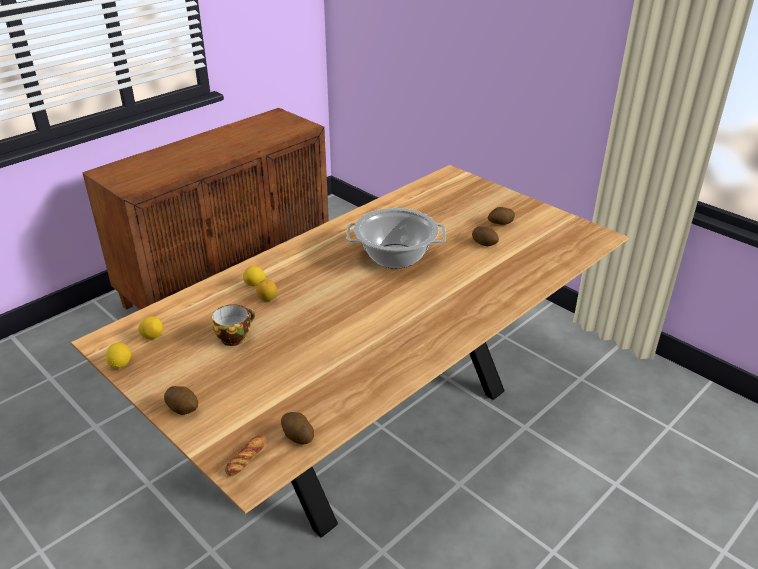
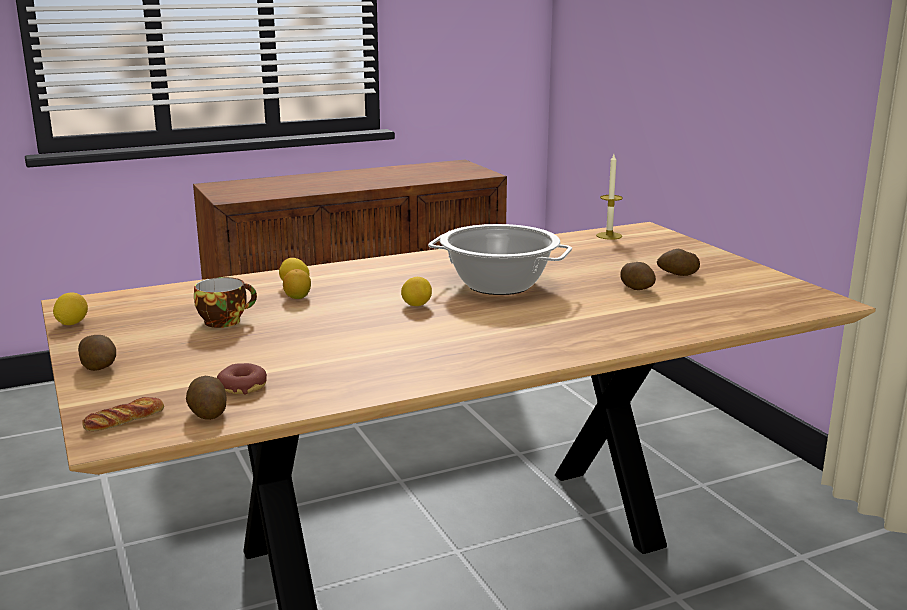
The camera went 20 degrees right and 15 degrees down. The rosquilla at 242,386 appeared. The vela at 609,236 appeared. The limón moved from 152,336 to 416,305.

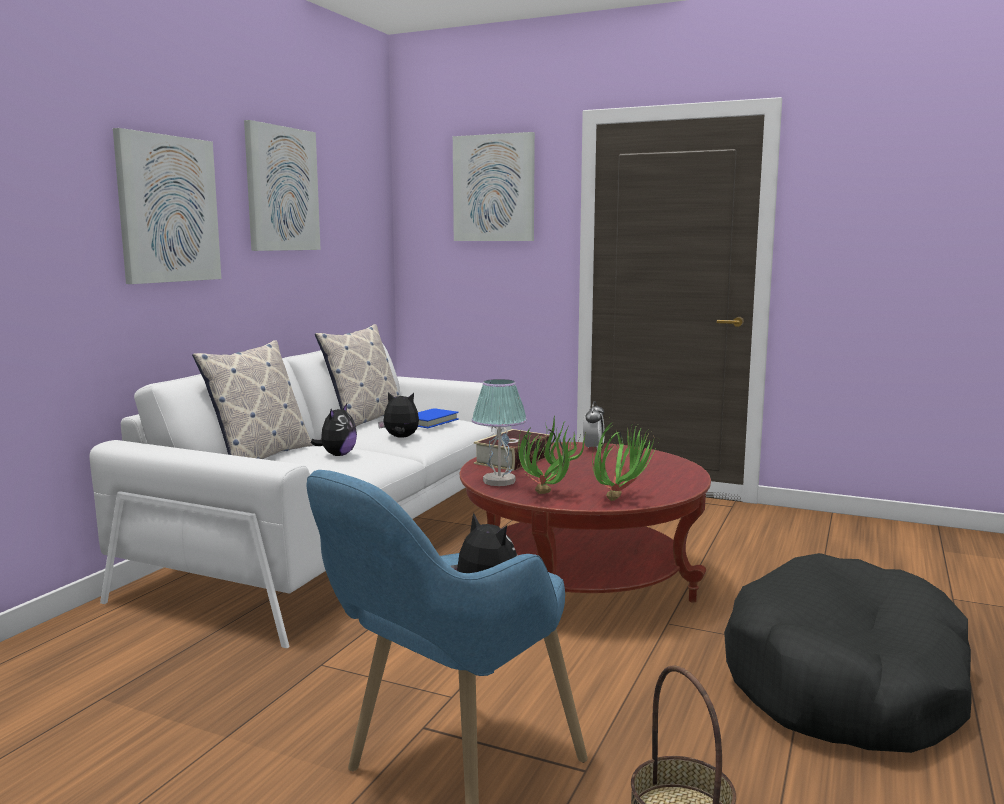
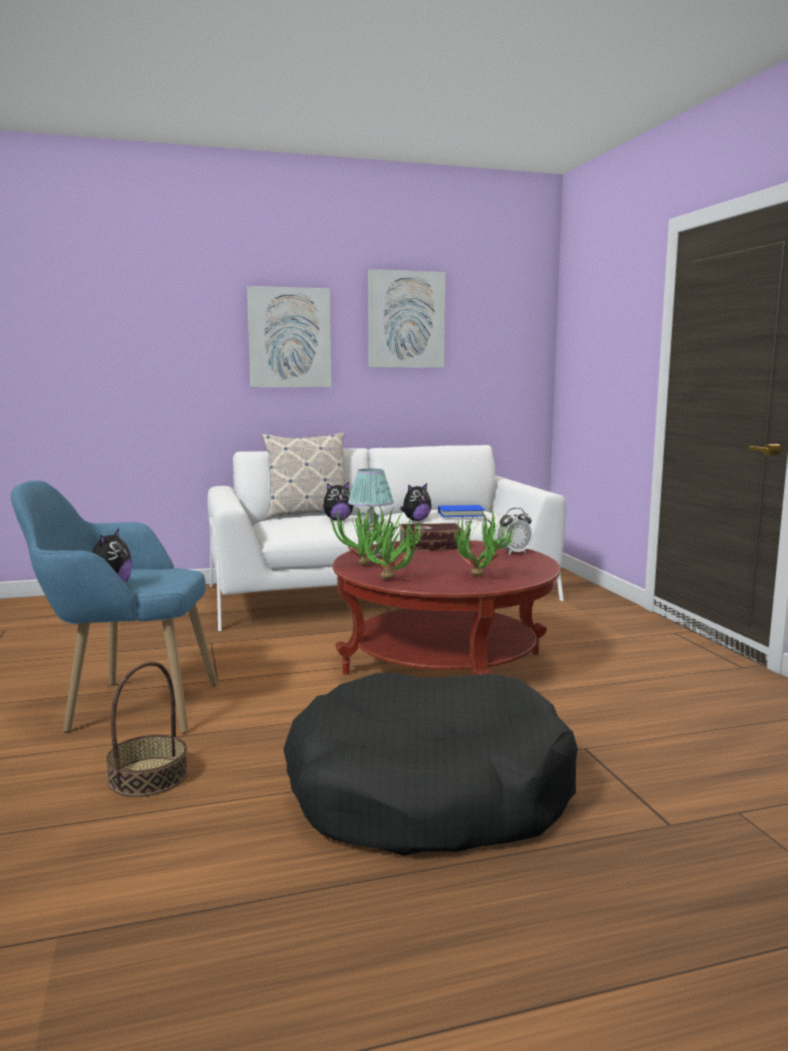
The camera went 50 degrees right and 0 degrees up. The cojín at 364,421 disappeared. The cuadro at 494,188 disappeared. The planta en maceta at 481,578 appeared. The peluche at 400,438 turned 90 degrees clockwise.

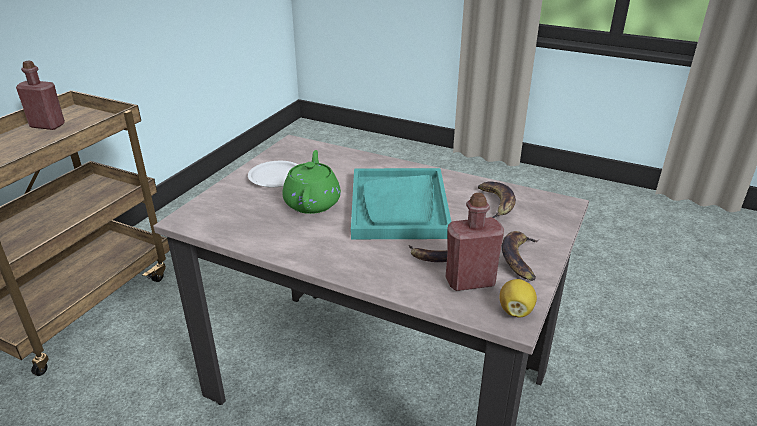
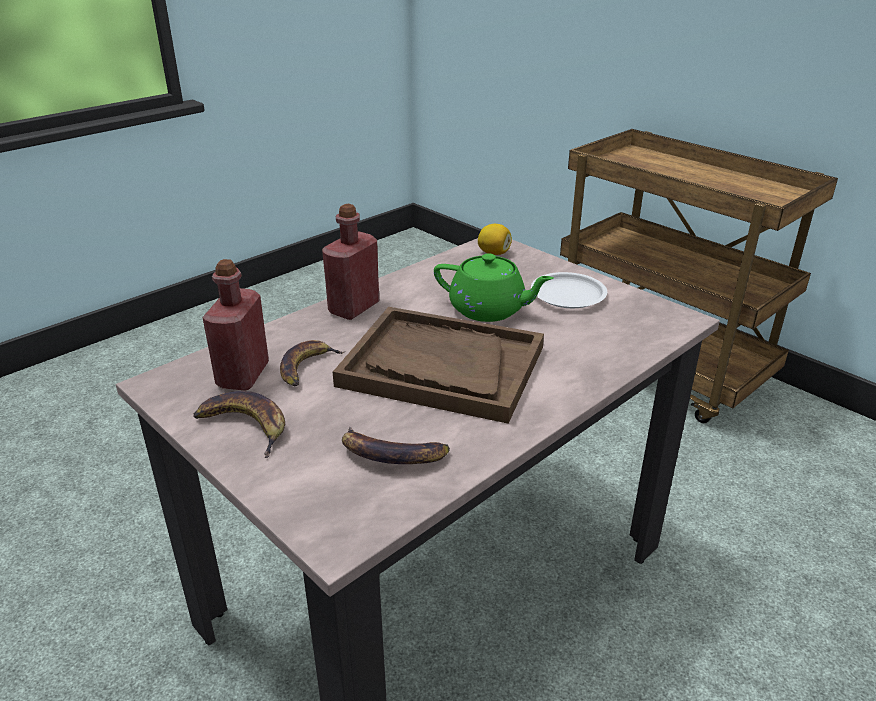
The camera went 110 degrees right and 0 degrees up. The botella/rojo moved from 47,125 to 354,308. The limón moved from 515,311 to 494,253. The bandeja/turquesa at 399,206 became the bandeja/marrón at 441,366.

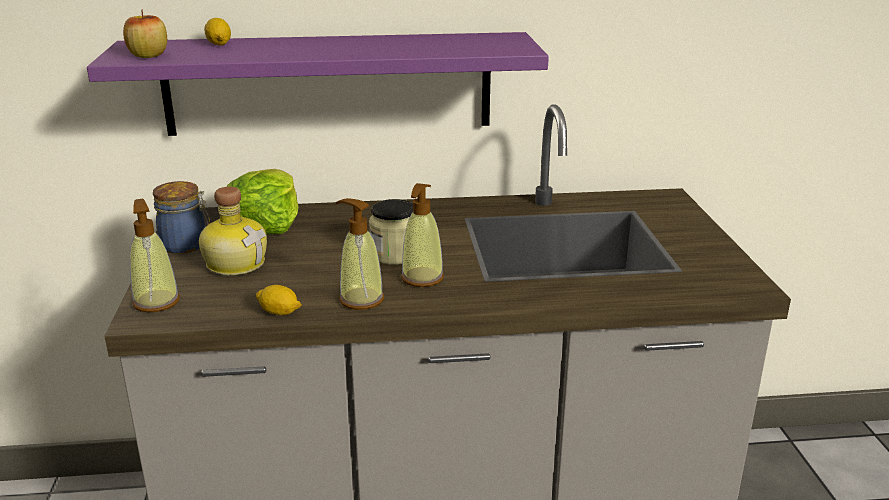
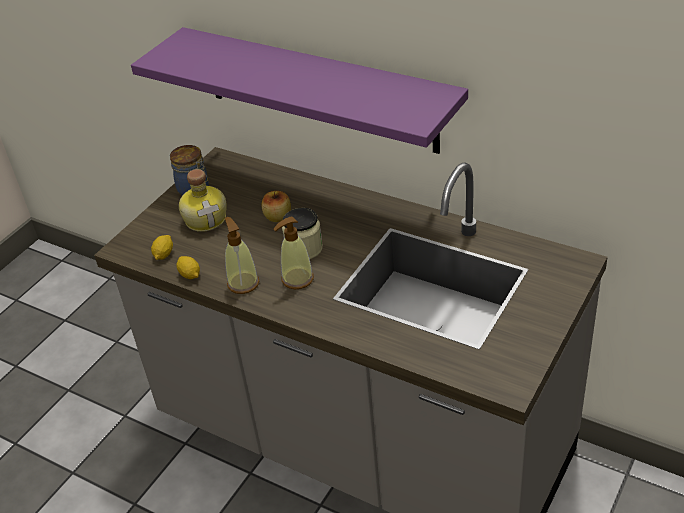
The camera went 40 degrees right and 15 degrees up. The dispensador de jabón at 156,302 disappeared. The lechuga at 266,225 disappeared. The manzana moved from 148,55 to 277,217. The limón moved from 219,44 to 164,254.

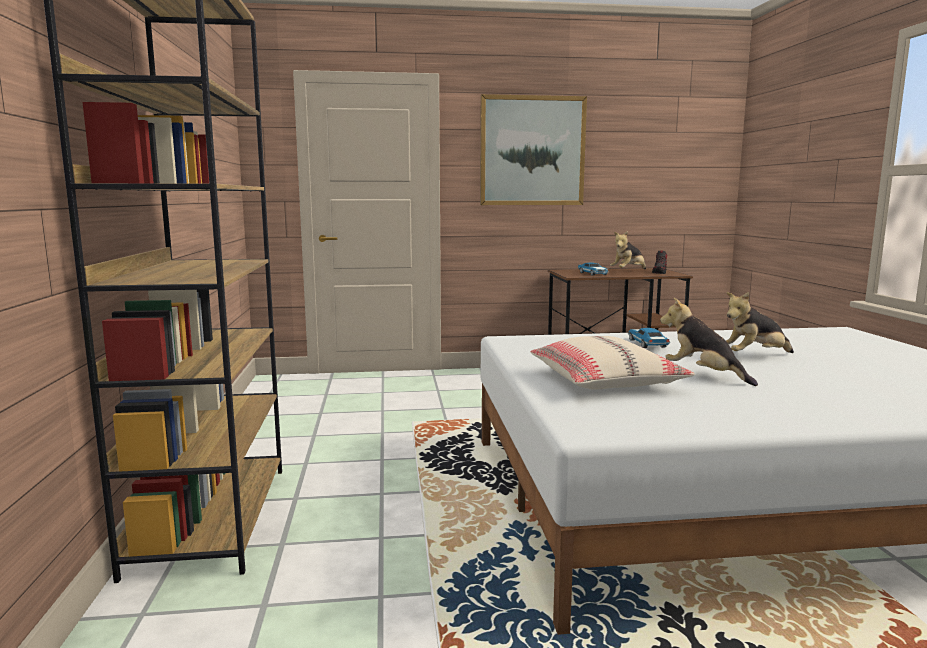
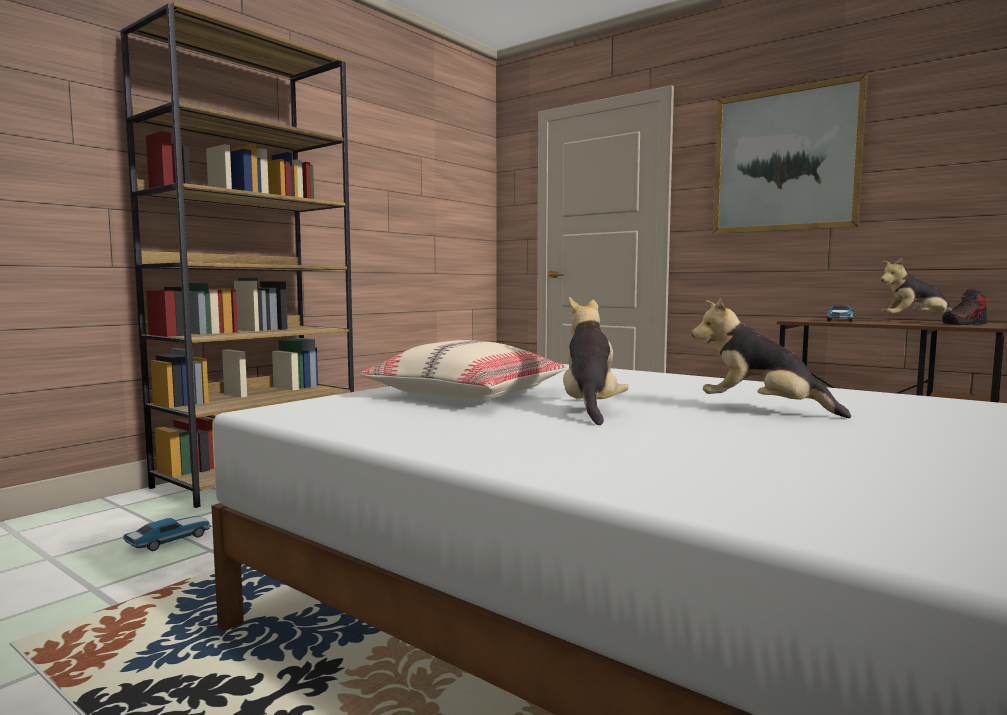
The camera went 45 degrees right and 5 degrees down. The coche de juguete moved from 647,343 to 171,540.

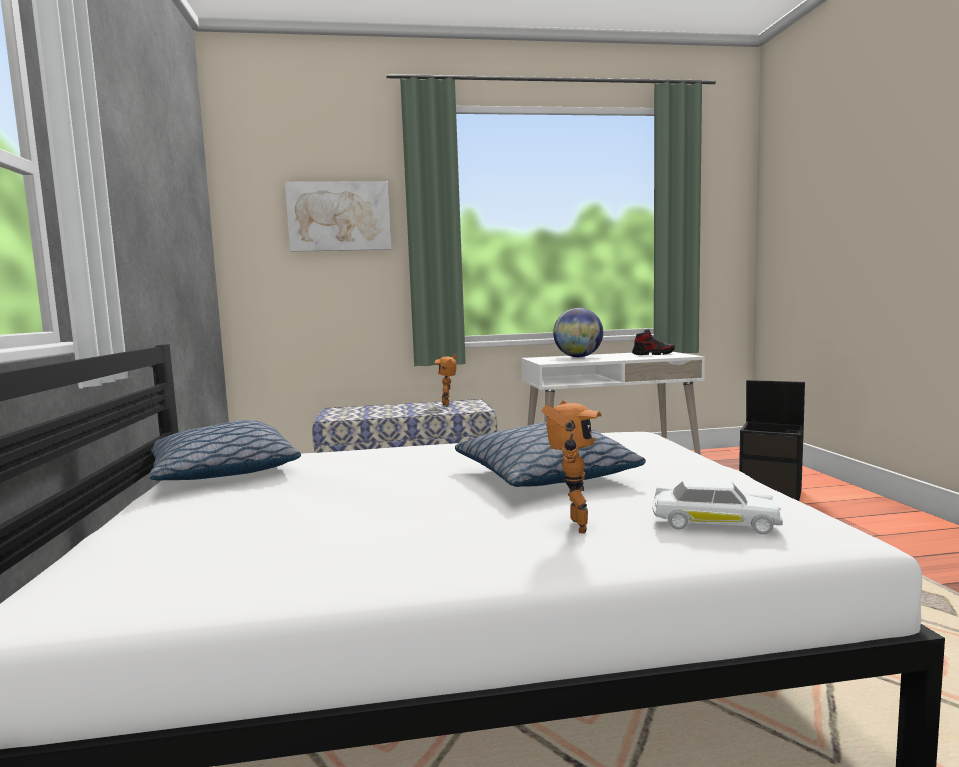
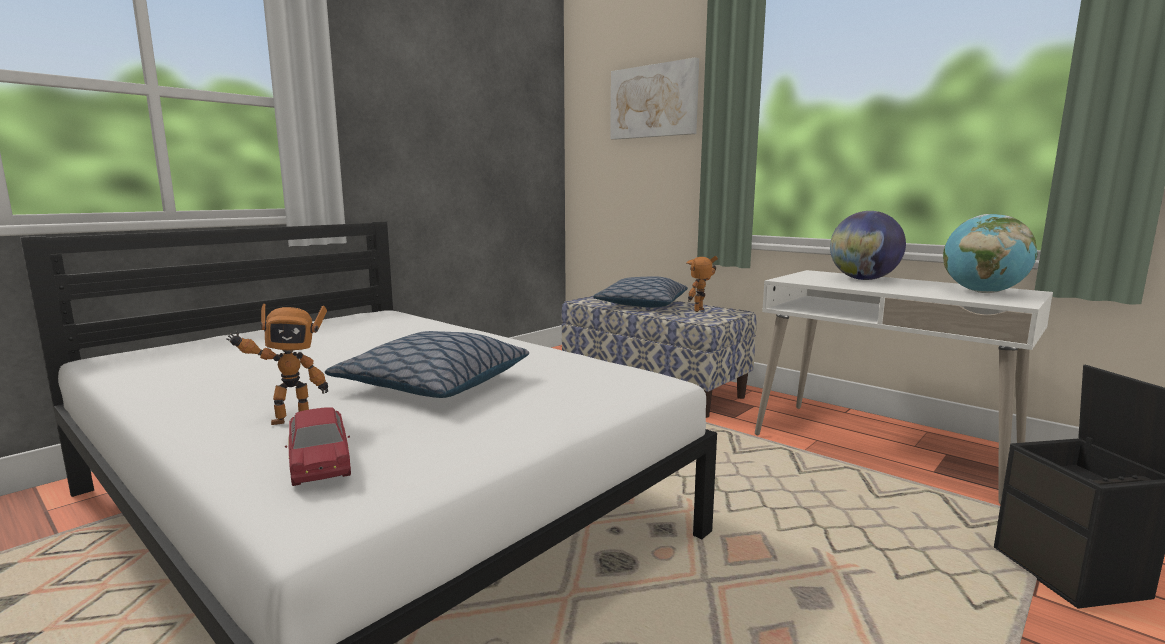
The camera went 50 degrees right and 5 degrees up. The cojín moved from 223,472 to 641,305. The zapato at 653,354 was replaced by the globo terráqueo at 982,292. The coche de juguete/blanco at 714,523 became the coche de juguete/rojo at 320,461.

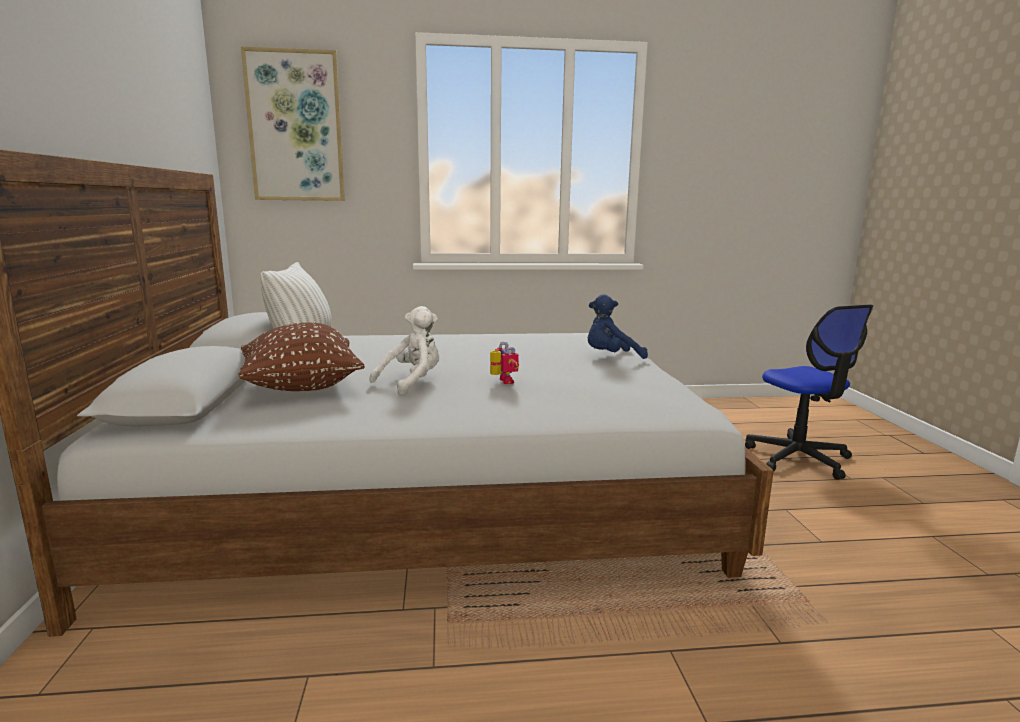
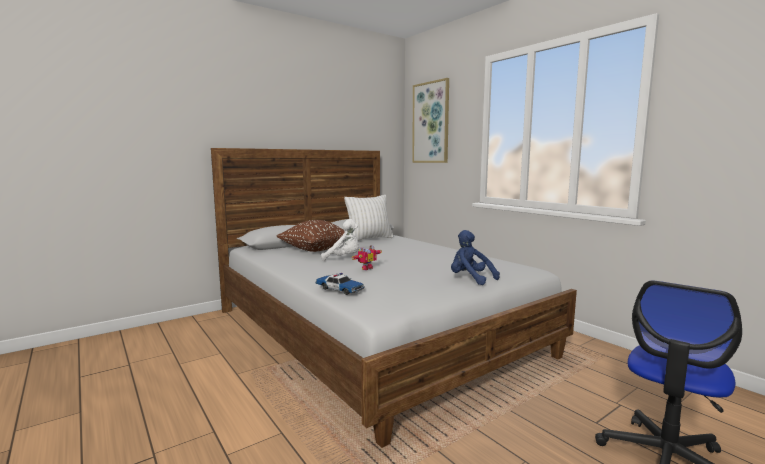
The camera went 60 degrees right and 5 degrees down. The coche de juguete at 339,289 appeared.

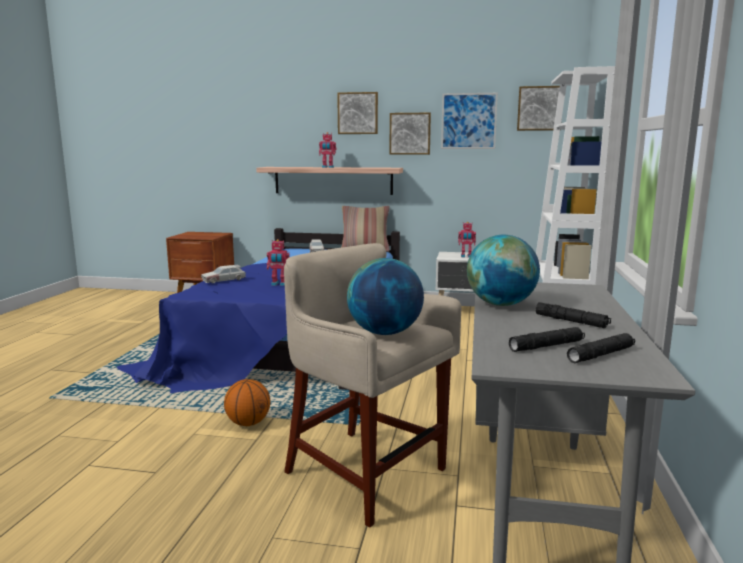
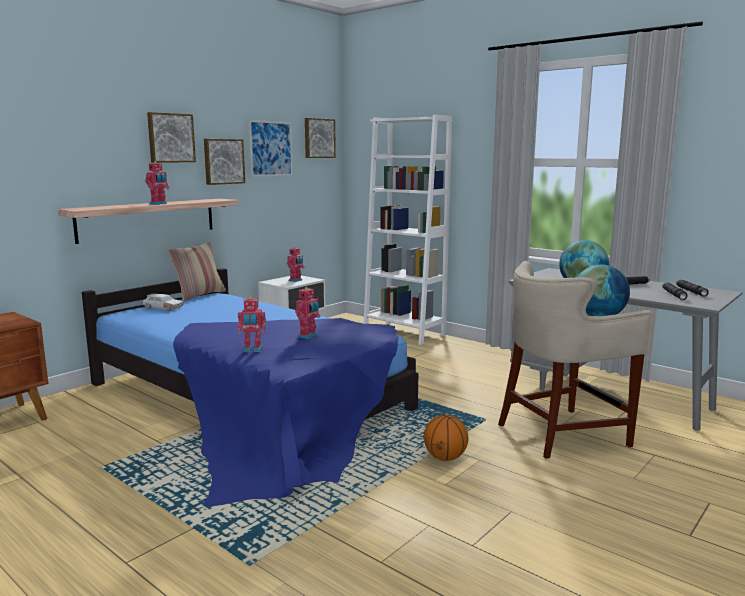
The camera went 60 degrees left and 0 degrees up. The coche de juguete at 224,280 was replaced by the robot de juguete at 252,350.

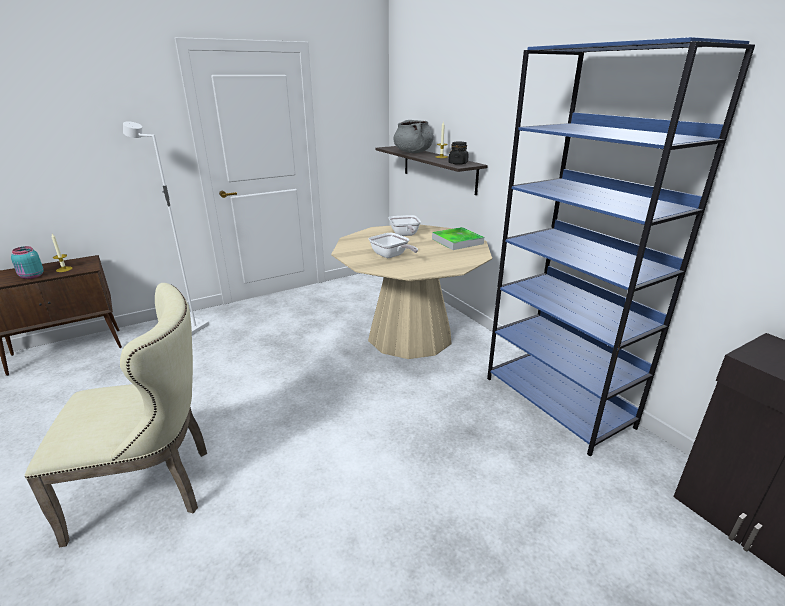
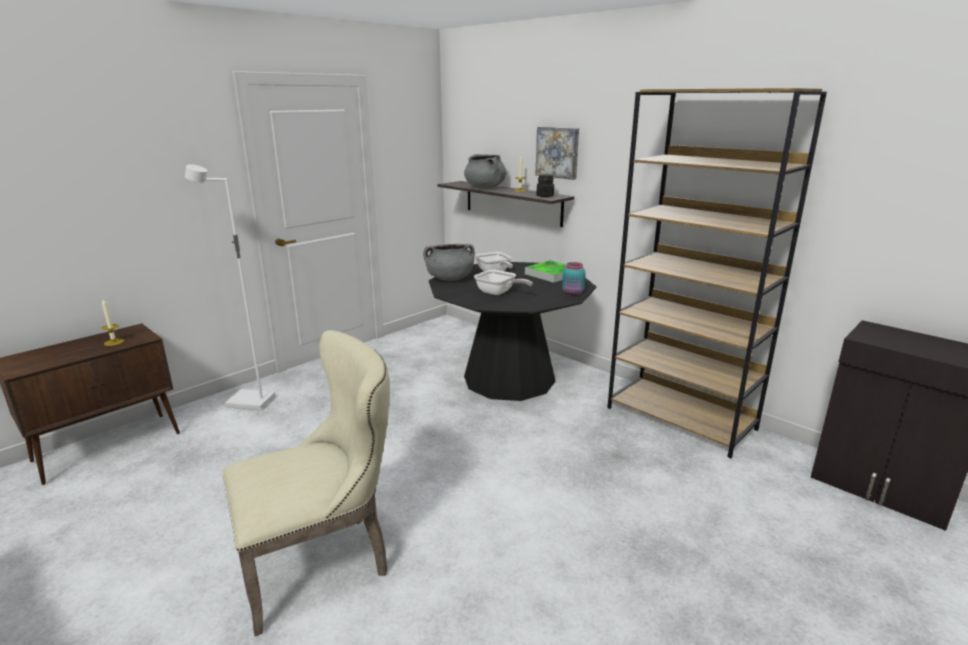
The camera went 15 degrees left and 5 degrees down. The olla/gris at 450,279 appeared. The cuadro at 558,152 appeared. The tarro/turquesa moved from 32,276 to 573,293. The mesa de comedor/beis at 409,335 became the mesa de comedor/negro at 509,378. The estantería/azul at 557,402 became the estantería/marrón at 681,418.

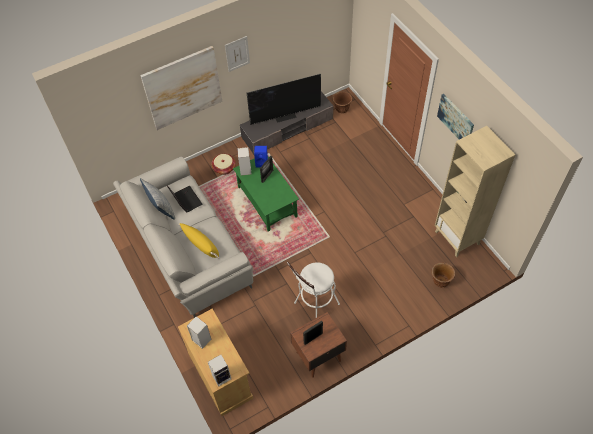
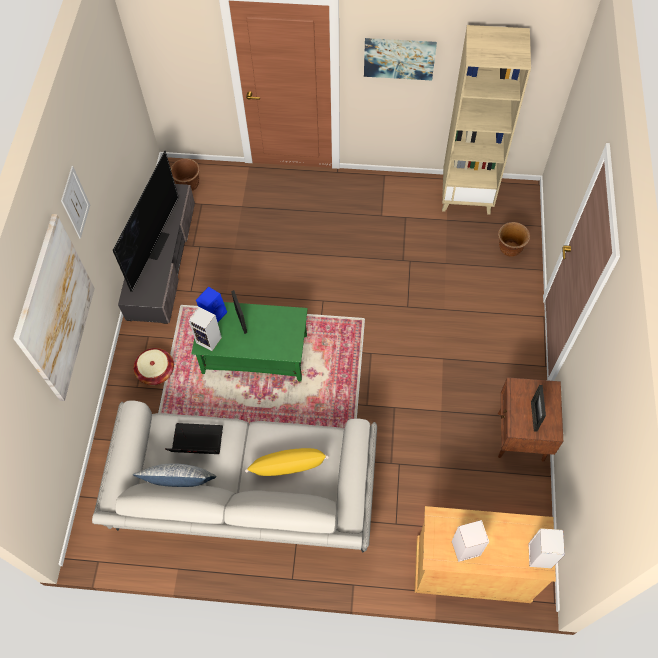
The camera went 55 degrees left and 5 degrees up. The taburete/blanco at 314,306 disappeared.

